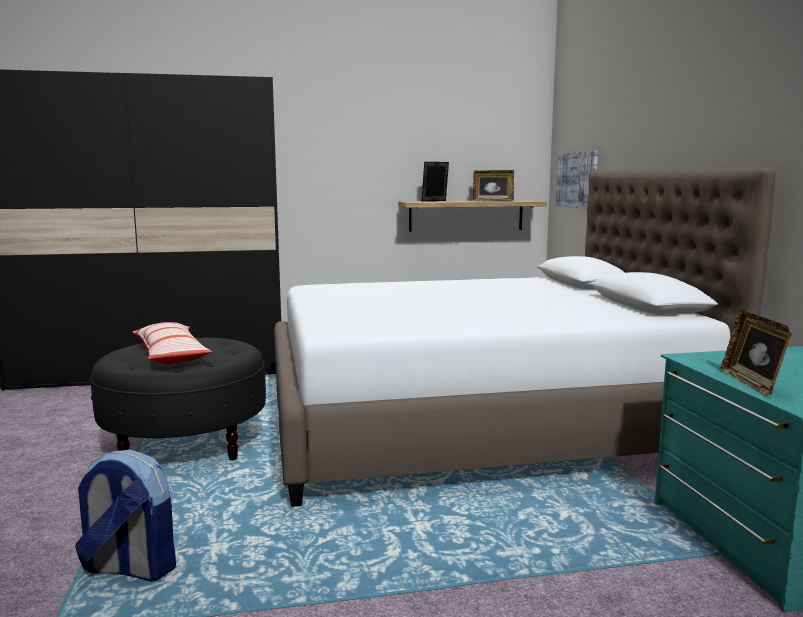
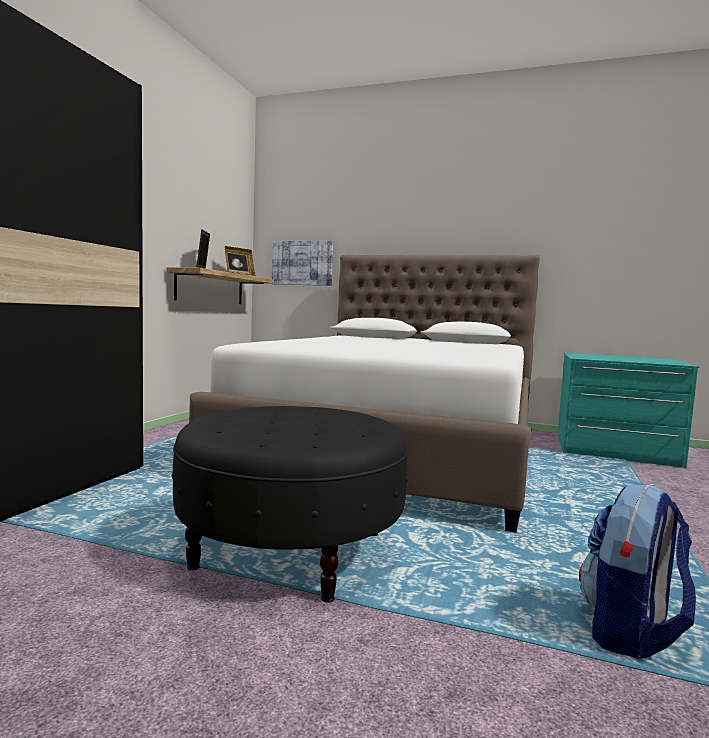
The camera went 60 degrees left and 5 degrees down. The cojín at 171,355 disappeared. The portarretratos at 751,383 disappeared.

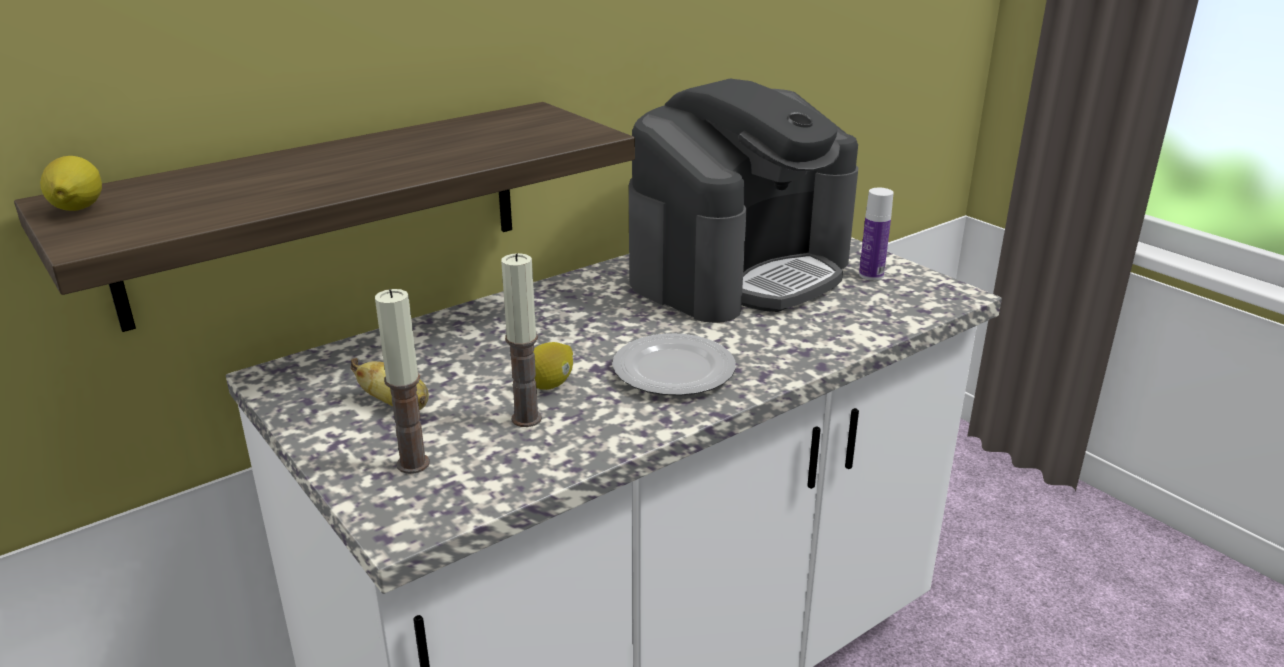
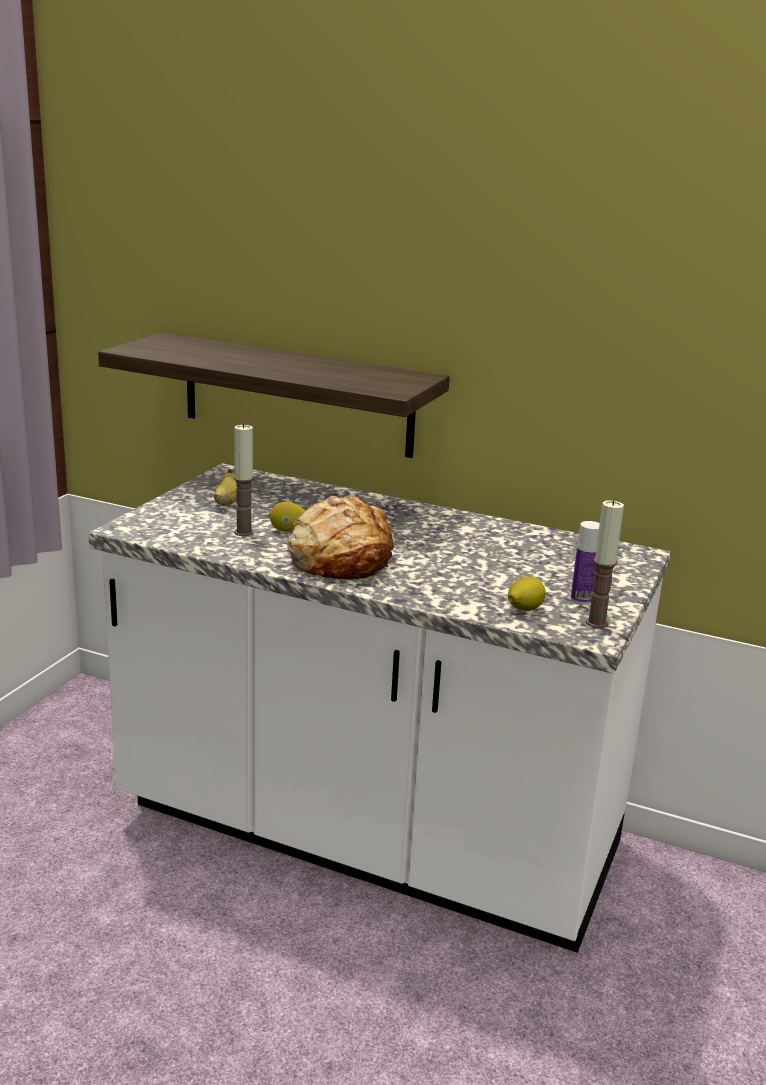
The camera went 60 degrees right and 5 degrees down. The cafetera at 740,271 disappeared. The limón moved from 77,209 to 524,609. The vela moved from 413,464 to 596,623. The plato at 674,371 was replaced by the pan at 339,558.

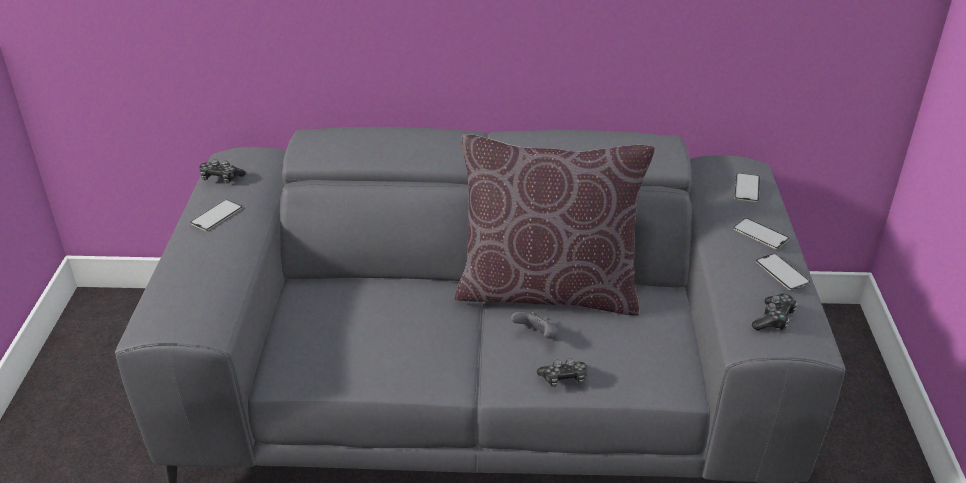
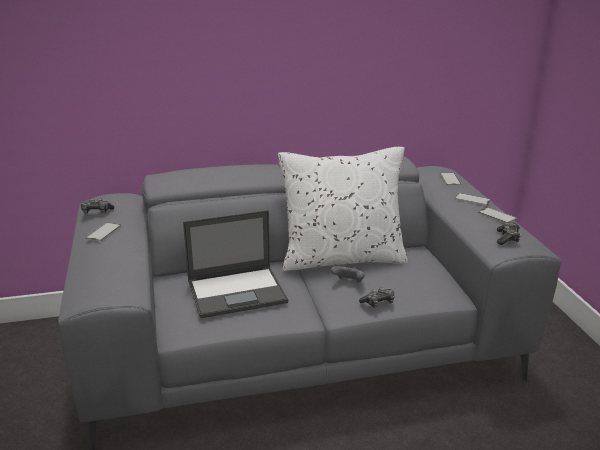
The camera went 15 degrees left and 10 degrees down. The portátil at 238,291 appeared. The cojín/marrón at 547,290 became the cojín/blanco at 342,258.

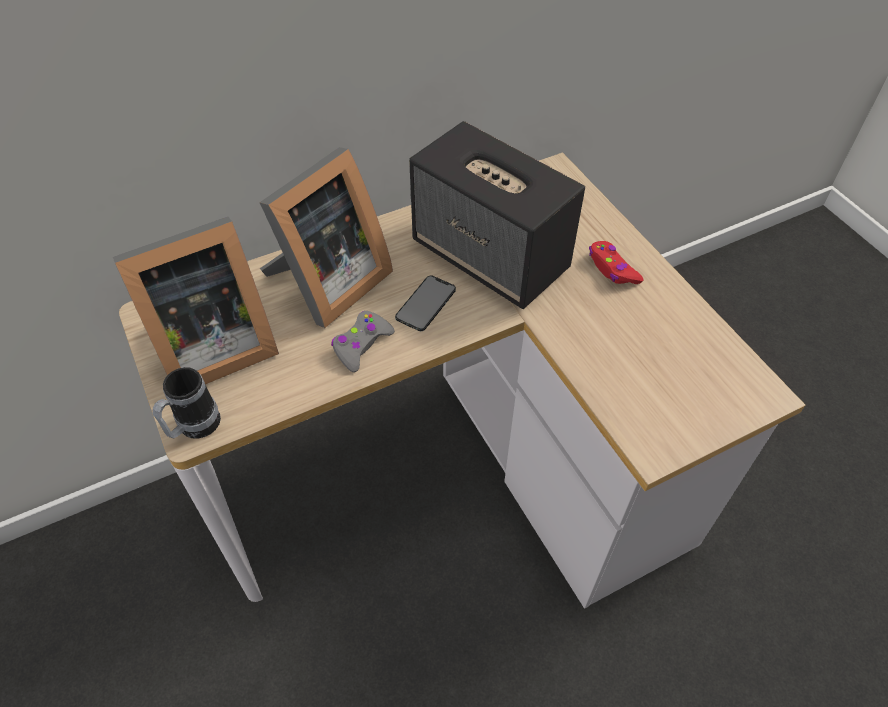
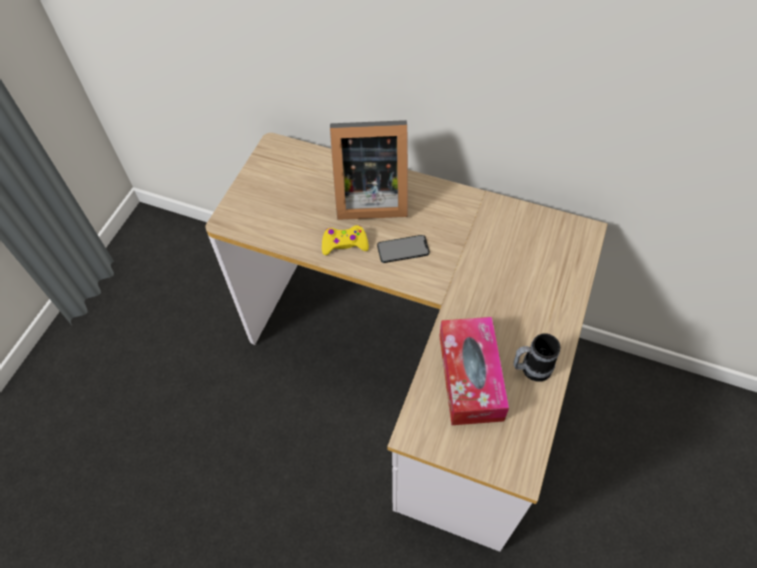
The camera went 50 degrees right and 5 degrees up. The portarretratos at 211,348 disappeared. The altavoz at 491,257 disappeared. The mando de consola/rojo at 612,269 disappeared. The caja de pañuelos at 470,377 appeared. The taza grande moved from 194,428 to 530,369. The mando de consola/gris at 361,345 became the mando de consola/amarillo at 344,244.

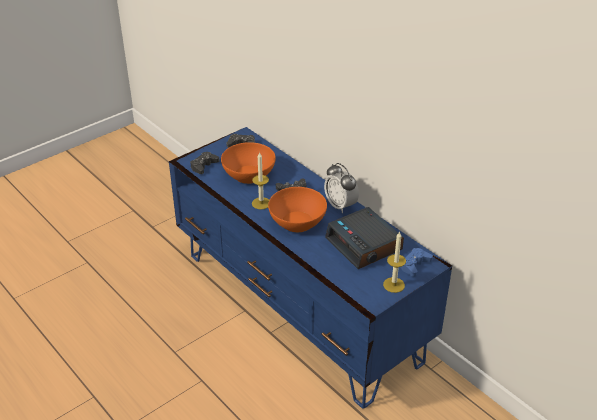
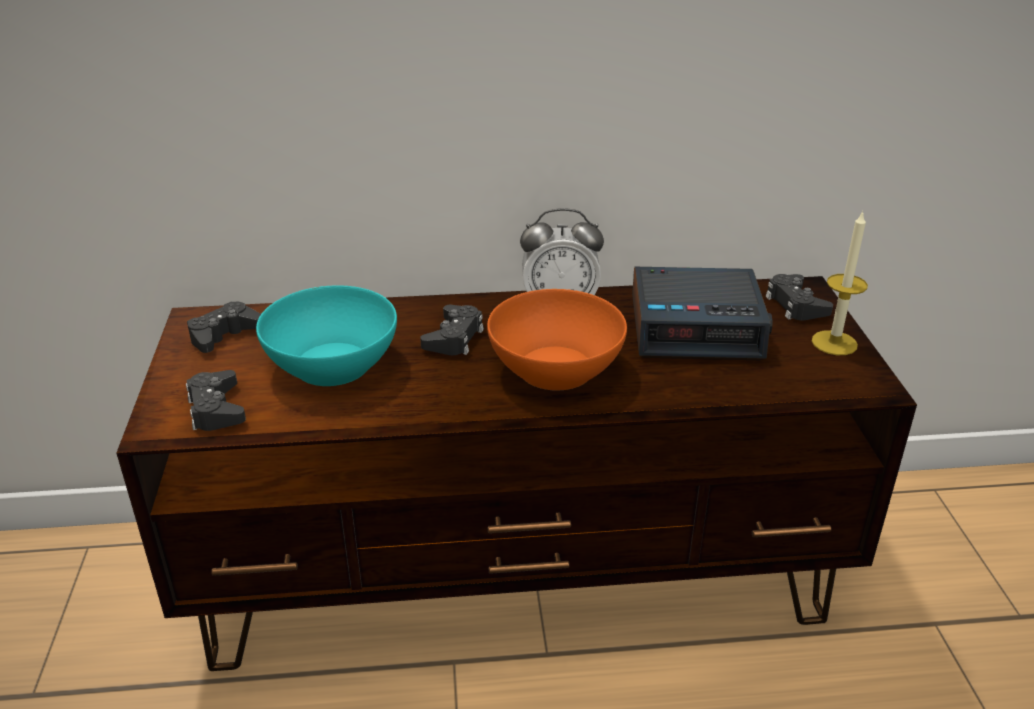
The camera went 55 degrees left and 5 degrees down. The vela at 261,203 disappeared. The mueble de televisión/azul at 299,307 became the mueble de televisión/marrón at 518,579. The cuenco/naranja at 249,174 became the cuenco/turquesa at 332,364. The mando de consola/azul at 414,265 became the mando de consola/negro at 795,304.

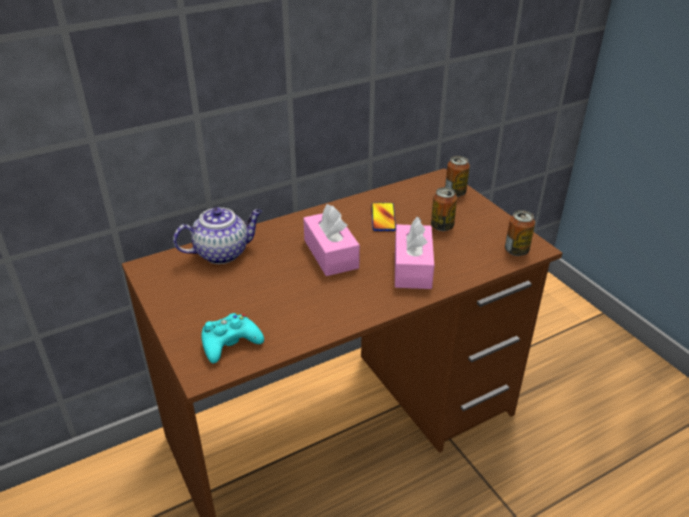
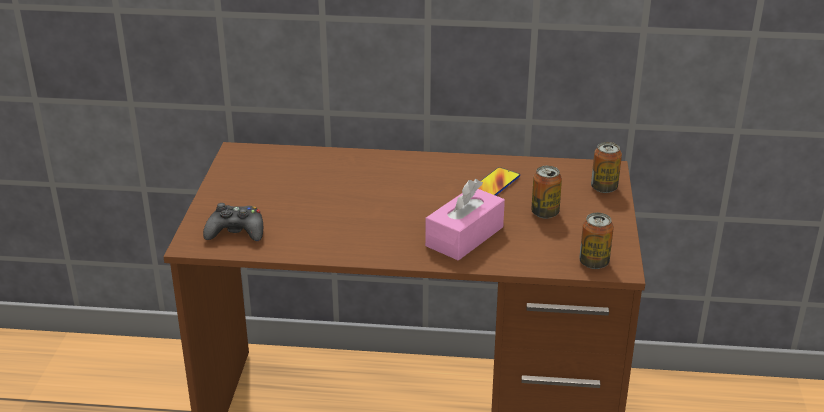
The camera went 35 degrees right and 5 degrees down. The tetera at 223,252 disappeared. The caja de pañuelos/rosa at 331,254 disappeared. The mando de consola/turquesa at 230,343 became the mando de consola/negro at 236,232.

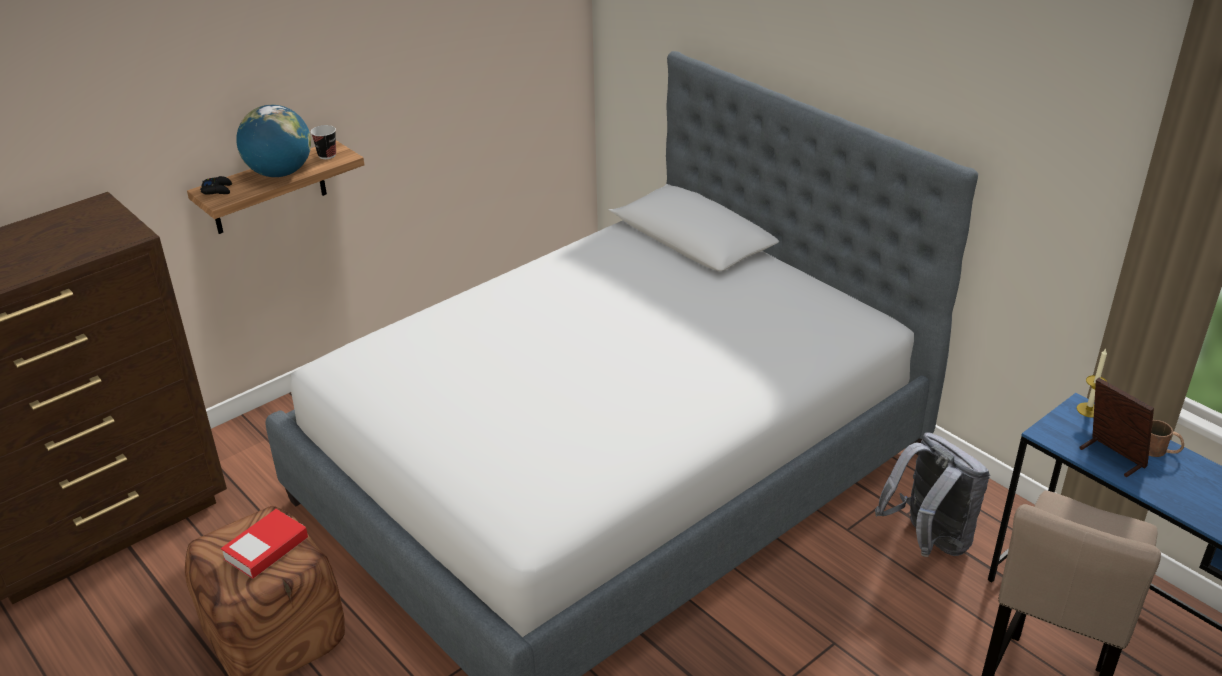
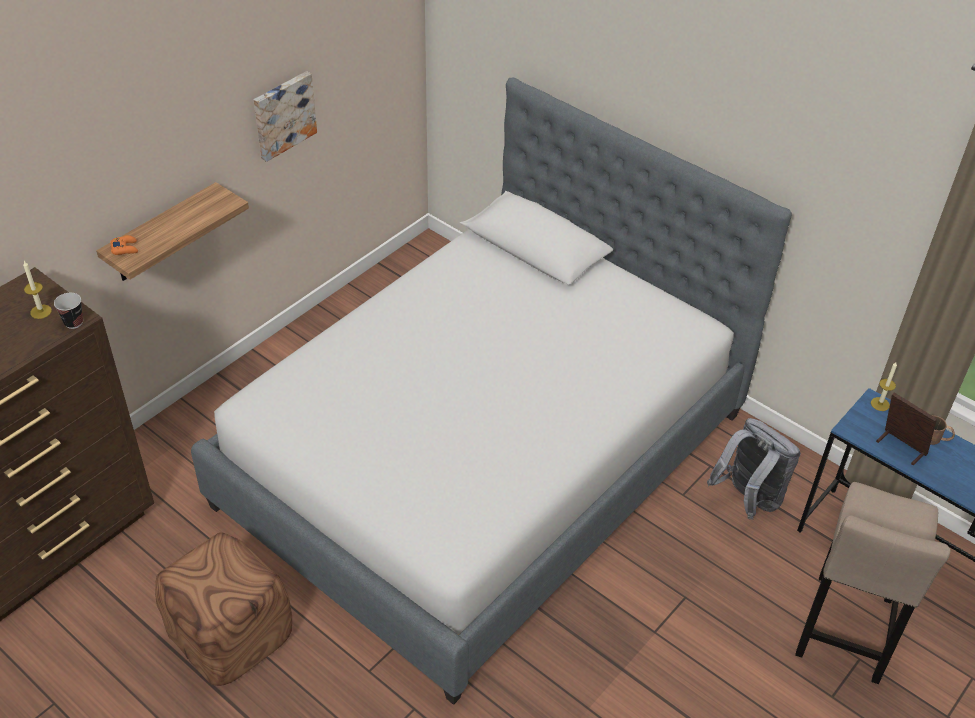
The camera went 10 degrees left and 10 degrees up. The libro at 266,548 disappeared. The globo terráqueo at 280,173 disappeared. The vela at 41,311 appeared. The cuadro at 283,114 appeared. The taza moved from 327,155 to 74,322. The mando de consola/negro at 217,190 became the mando de consola/naranja at 125,248.

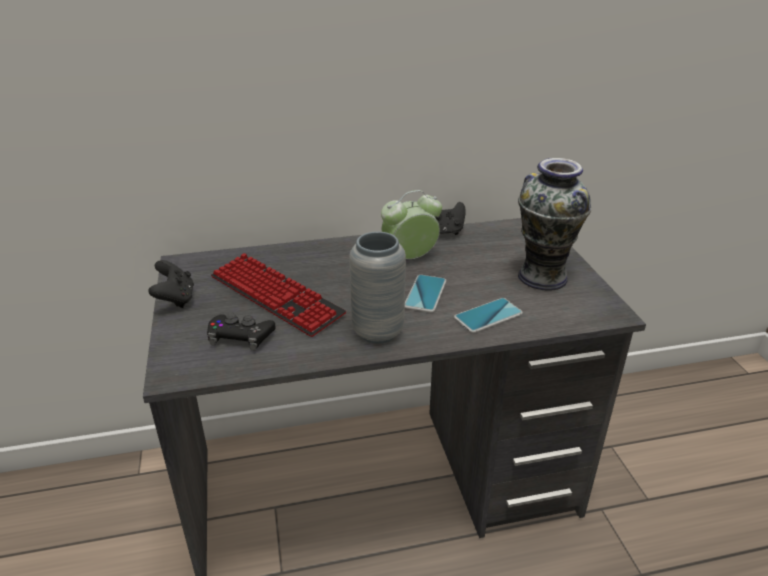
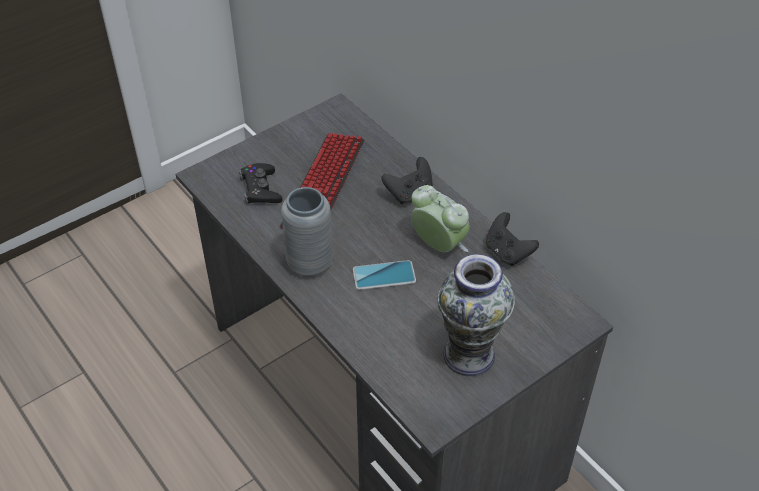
The camera went 65 degrees right and 15 degrees up. The móvil at 488,316 disappeared. The mando de consola/negro moved from 175,299 to 409,193.

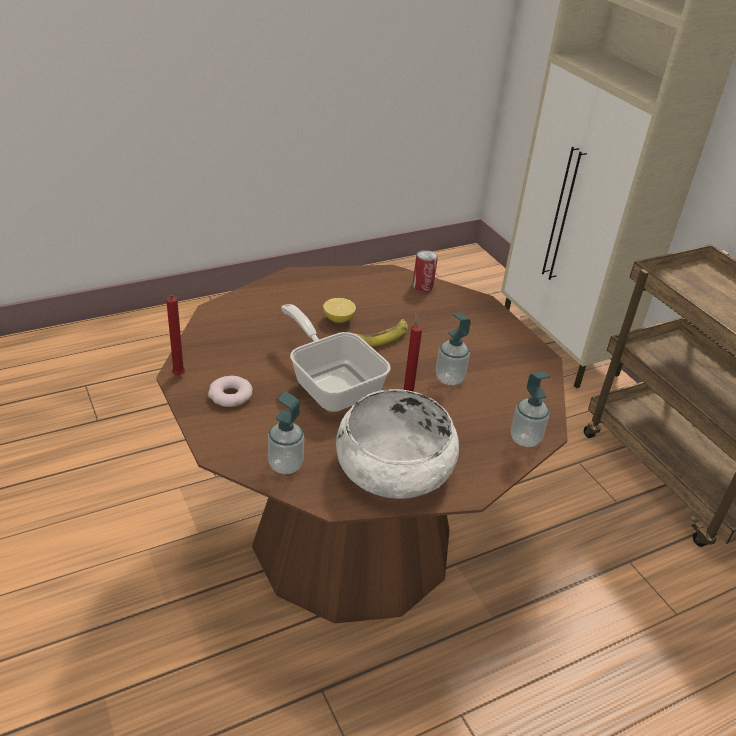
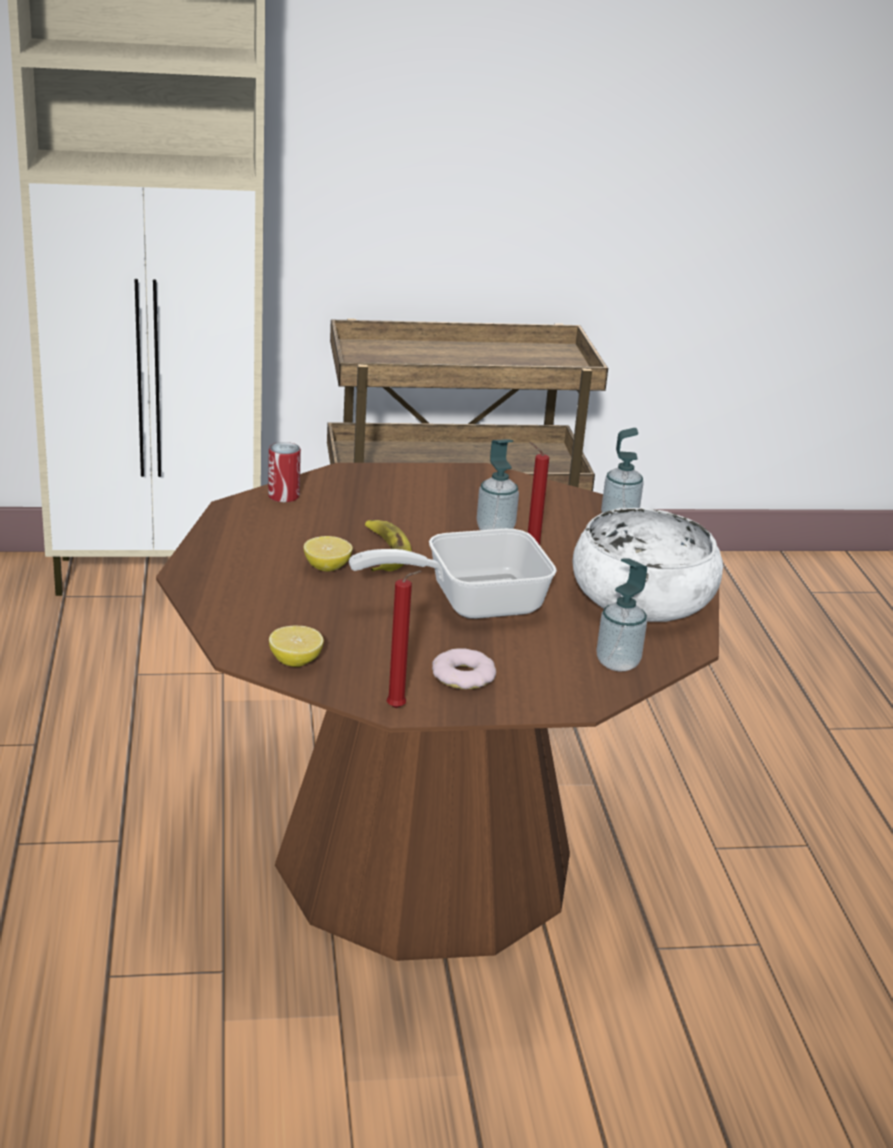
The camera went 70 degrees left and 10 degrees down. The limón at 295,661 appeared.

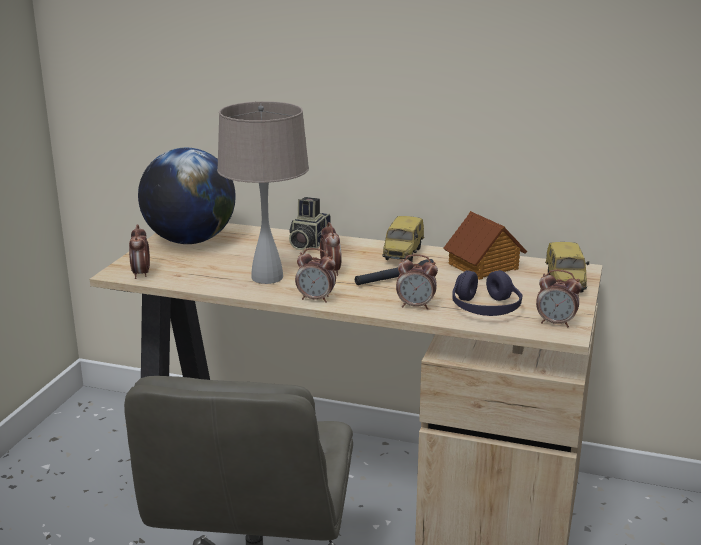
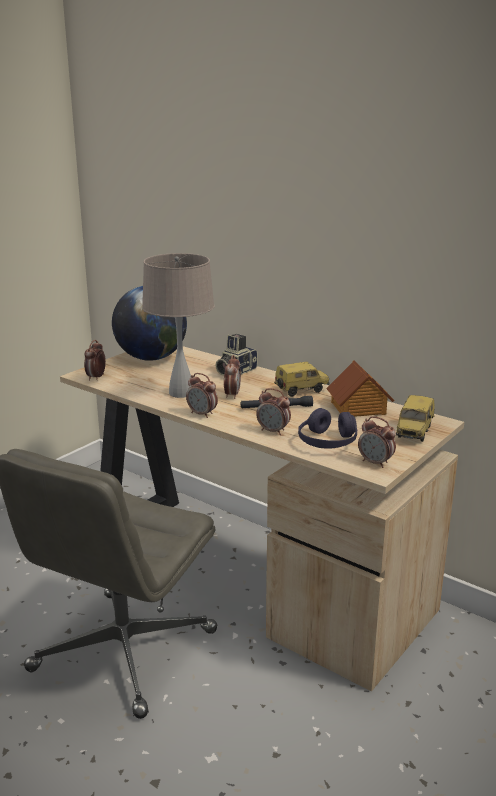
The camera went 20 degrees right and 0 degrees up. The coche de juguete at 404,255 turned 150 degrees counterclockwise.

